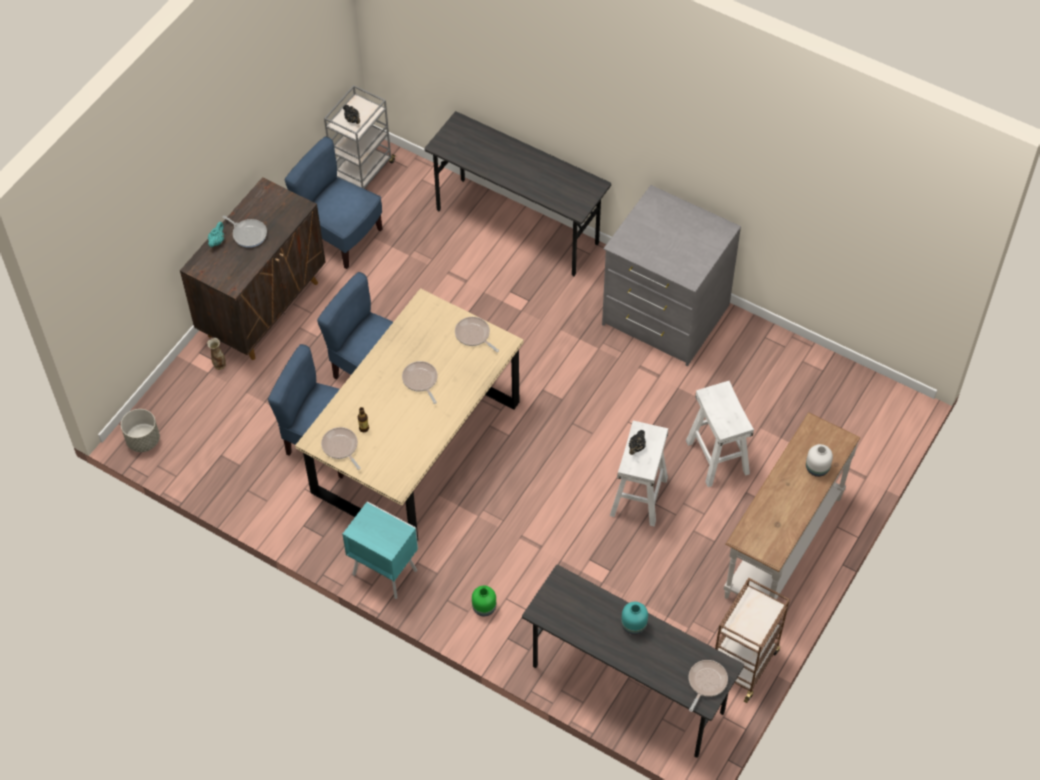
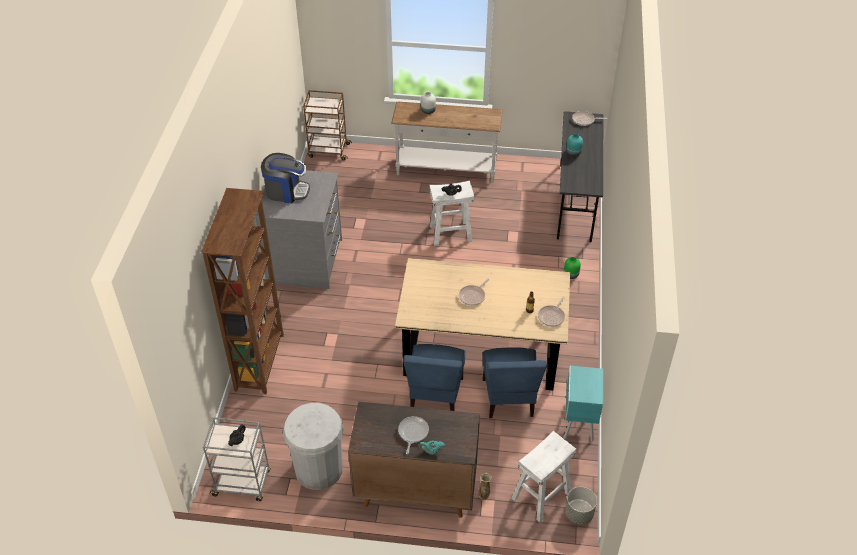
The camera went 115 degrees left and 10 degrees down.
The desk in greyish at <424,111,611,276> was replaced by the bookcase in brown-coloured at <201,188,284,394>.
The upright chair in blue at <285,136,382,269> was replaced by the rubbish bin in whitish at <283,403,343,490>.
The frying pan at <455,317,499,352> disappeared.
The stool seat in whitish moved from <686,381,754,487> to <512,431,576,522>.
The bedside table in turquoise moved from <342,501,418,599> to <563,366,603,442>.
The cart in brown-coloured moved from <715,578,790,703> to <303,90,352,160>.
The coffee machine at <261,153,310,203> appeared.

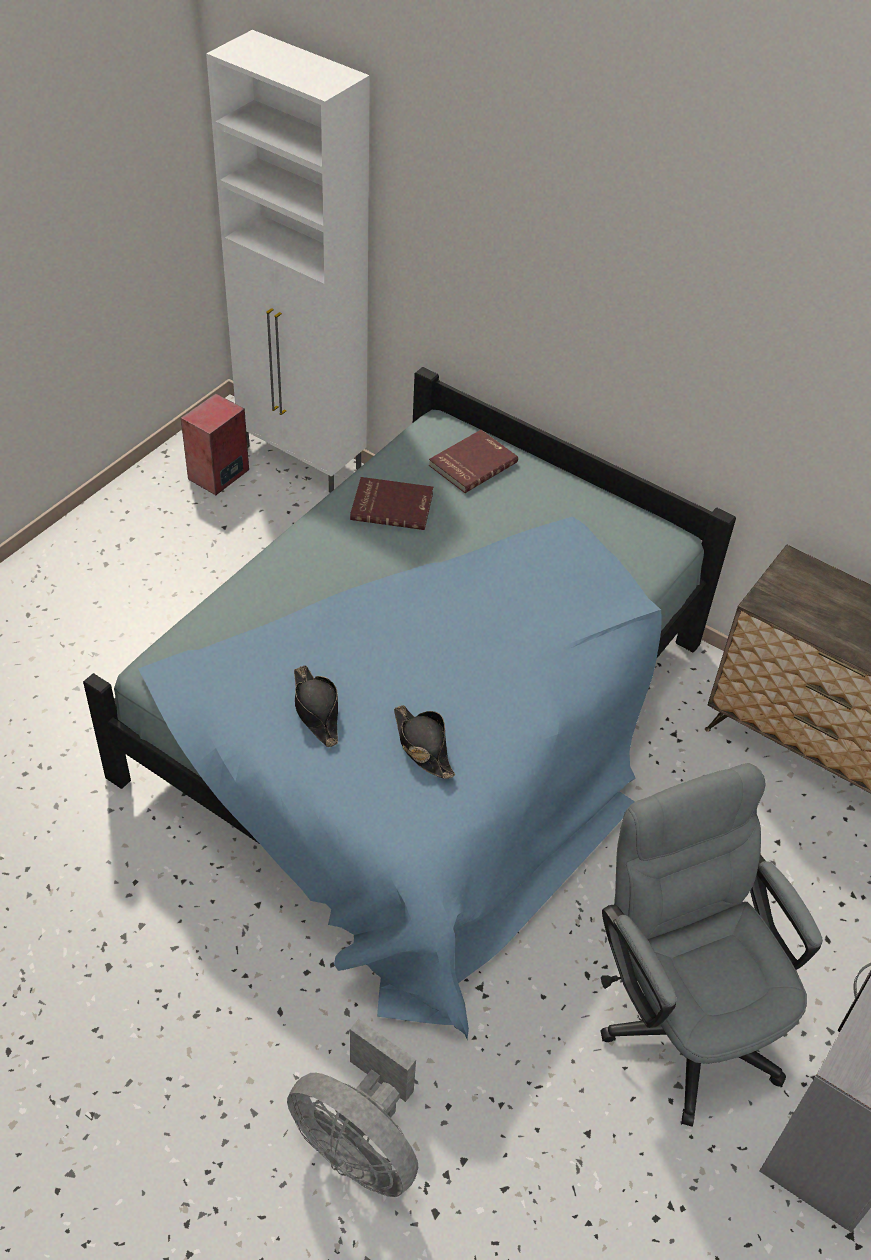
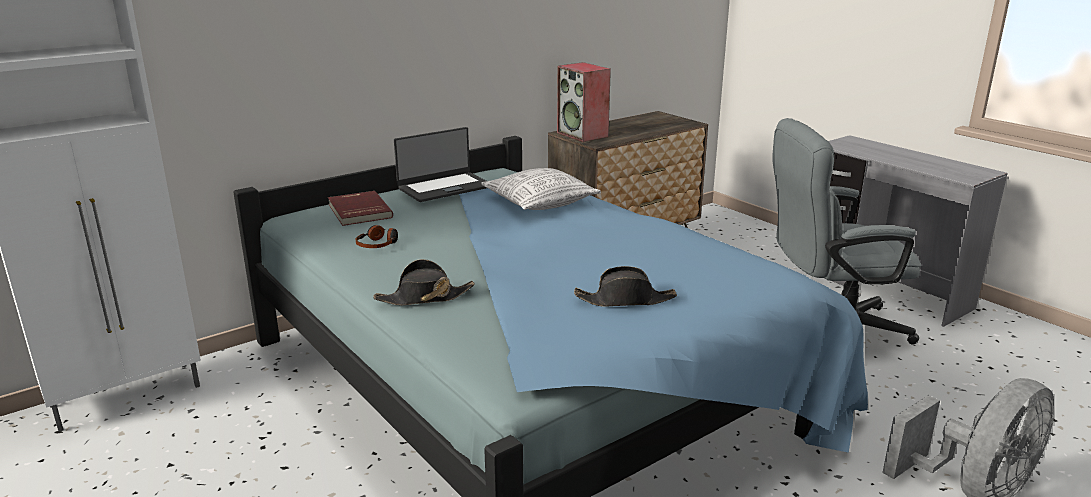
The camera went 70 degrees left and 25 degrees down.
The audio speaker moved from <181,393,249,495> to <557,62,611,142>.
The bound book in red-coloured at <350,477,433,530> was replaced by the pair of headphones at <356,225,398,248>.
The hat in blackish moved from <394,705,455,779> to <373,259,475,305>.
The notebook computer at <394,127,487,202> appeared.
The cushion at <481,168,601,210> appeared.

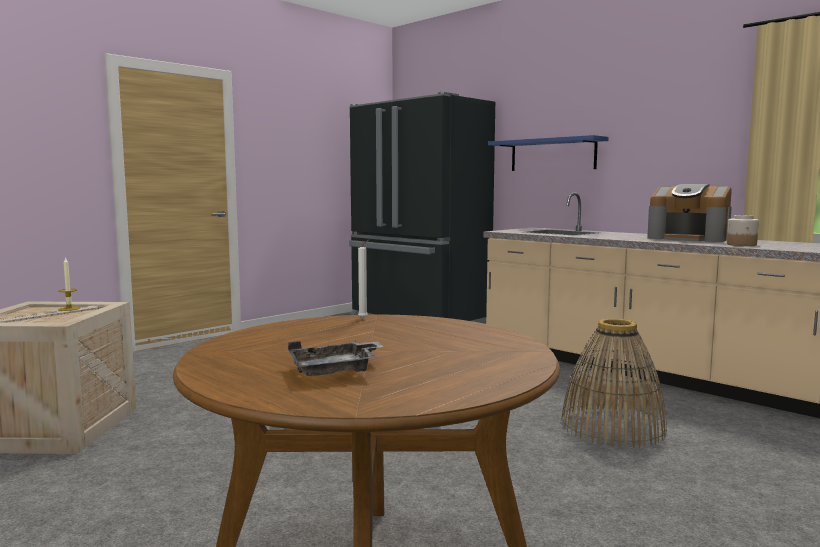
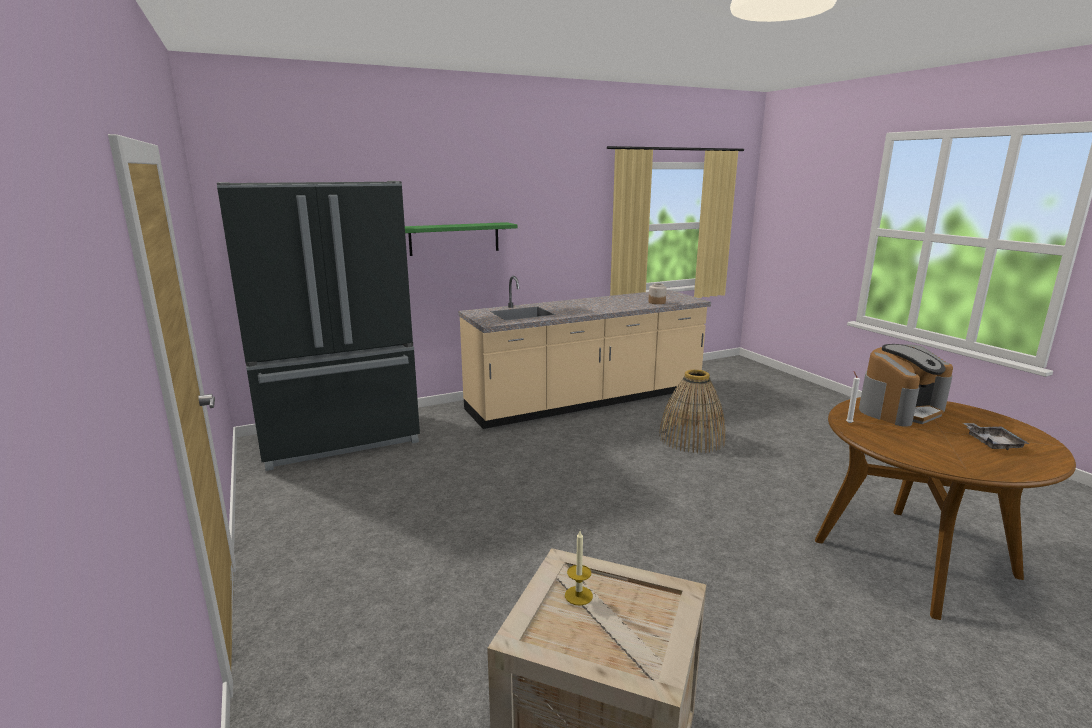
The camera went 70 degrees left and 10 degrees up.
The wall shelf in blue at <488,135,609,171> became the wall shelf in green-coloured at <405,222,517,256>.
The coffee machine moved from <647,184,732,242> to <859,344,953,427>.

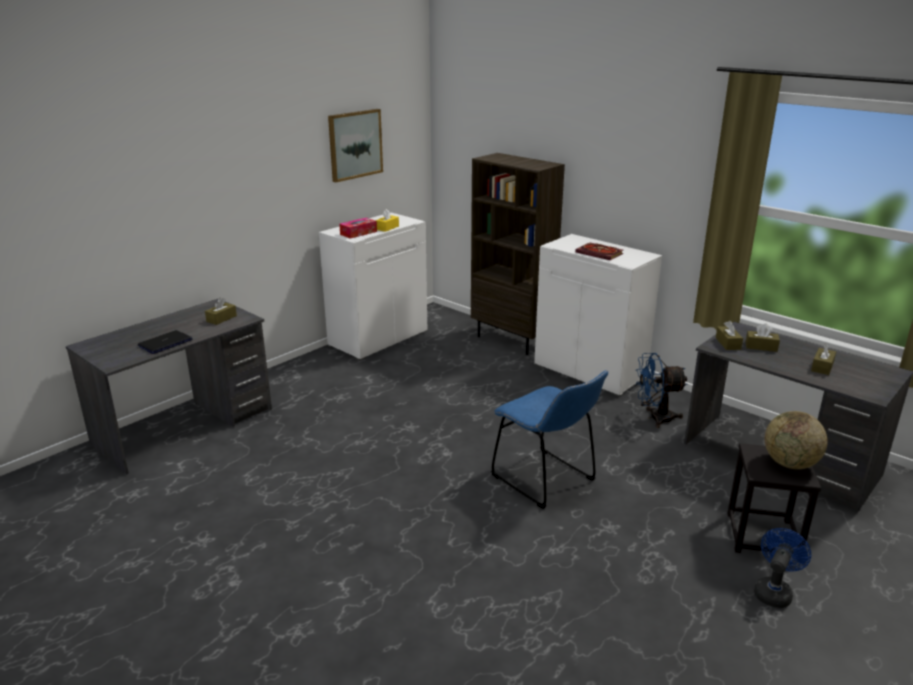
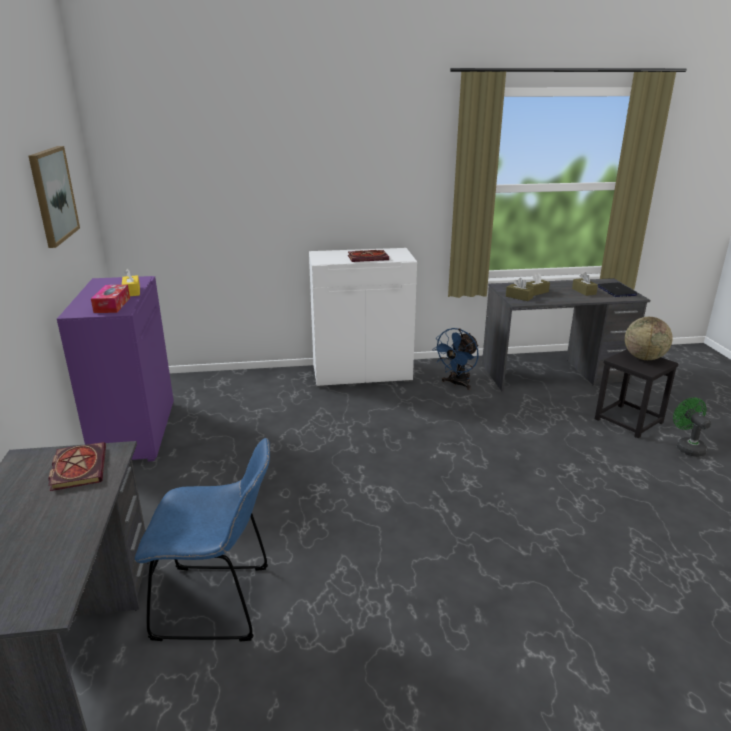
The camera went 50 degrees left and 0 degrees up.
The bookcase in brown-coloured at <471,153,565,355> disappeared.
The cabinet in whitish at <319,213,427,361> became the cabinet in purplish at <57,276,174,461>.
The tissue holder in brown-coloured at <205,298,237,325> was replaced by the bound book at <48,442,106,491>.
The notebook computer moved from <138,330,193,354> to <598,282,638,297>.
The upright chair in blue moved from <491,370,608,509> to <135,438,270,642>.
The cooling fan in blue at <754,528,811,608> became the cooling fan in green-coloured at <673,397,711,457>.

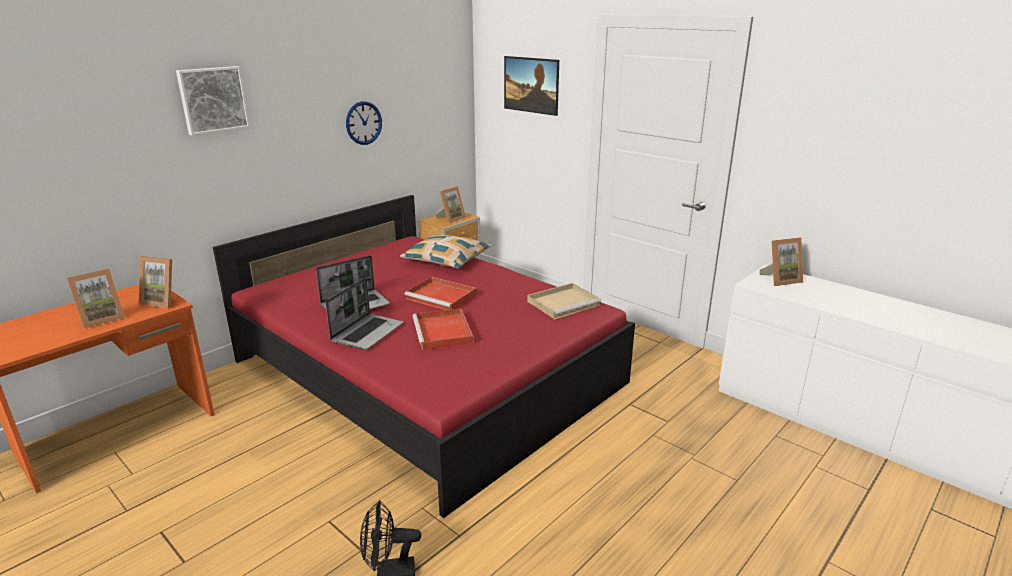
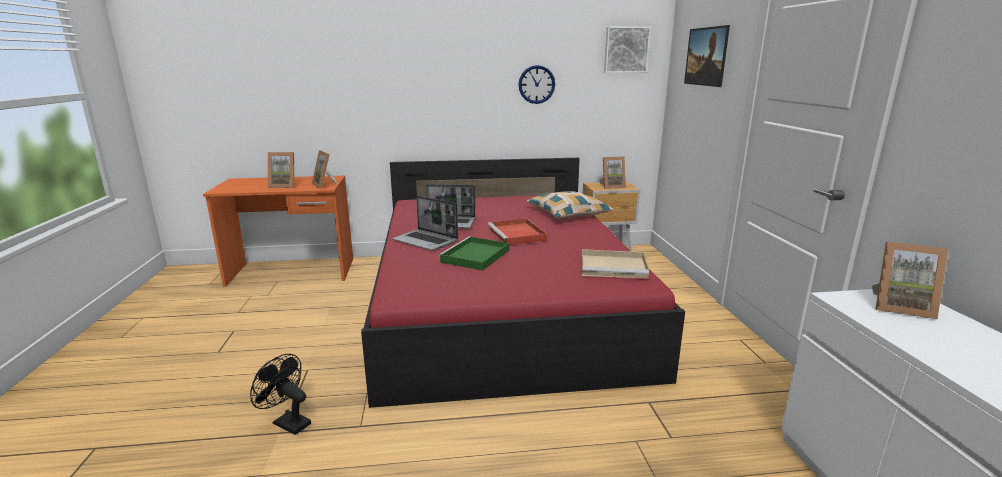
The camera went 40 degrees right and 5 degrees down.
The picture moved from <176,66,250,135> to <604,26,651,73>.
The notebook computer at <325,278,403,350> turned 60 degrees clockwise.
The tray in red-coloured at <413,308,474,350> became the tray in green-coloured at <438,236,510,271>.

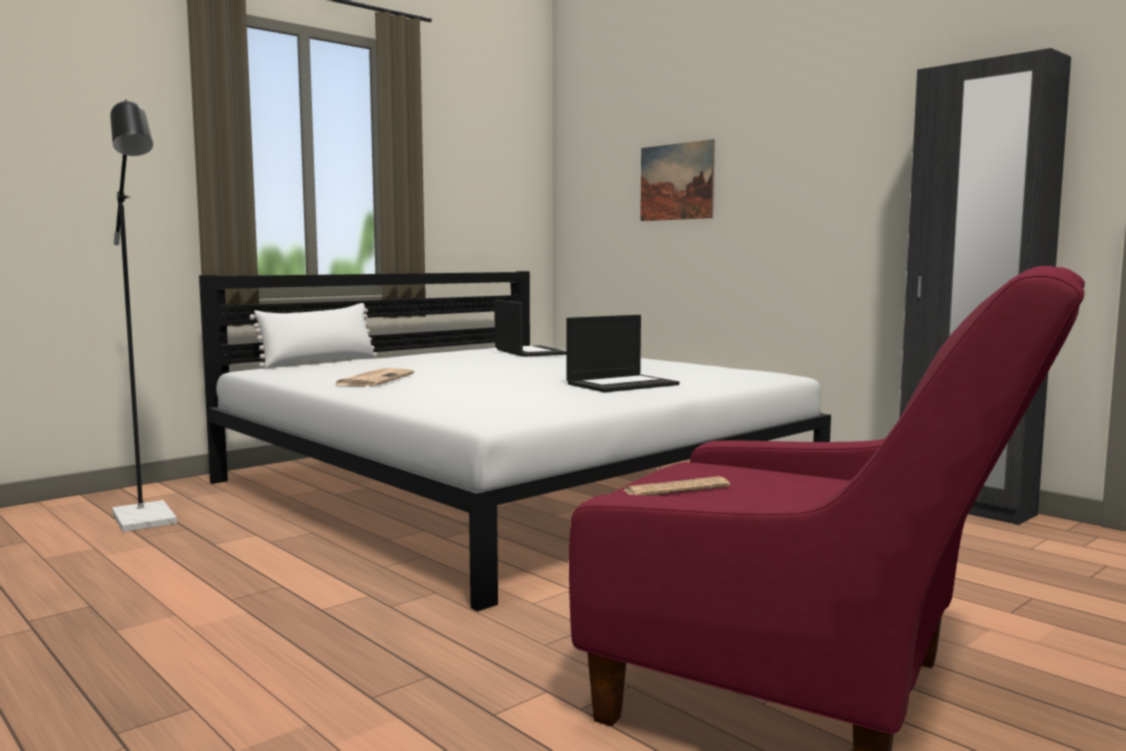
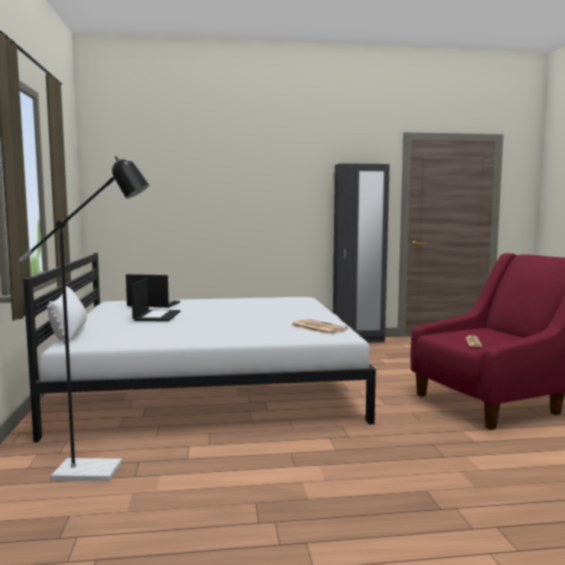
The camera went 55 degrees left and 0 degrees up.
The picture at <640,139,715,221> disappeared.
The notebook computer moved from <567,315,679,392> to <131,278,180,321>.
The newspaper moved from <334,368,414,387> to <291,319,348,334>.

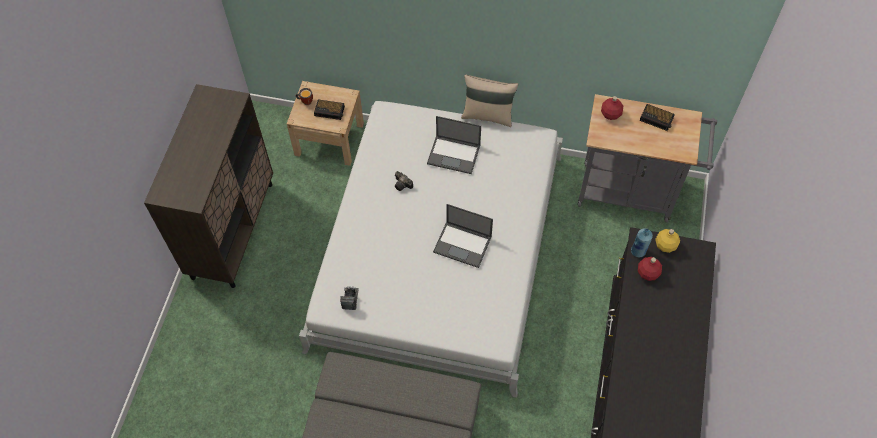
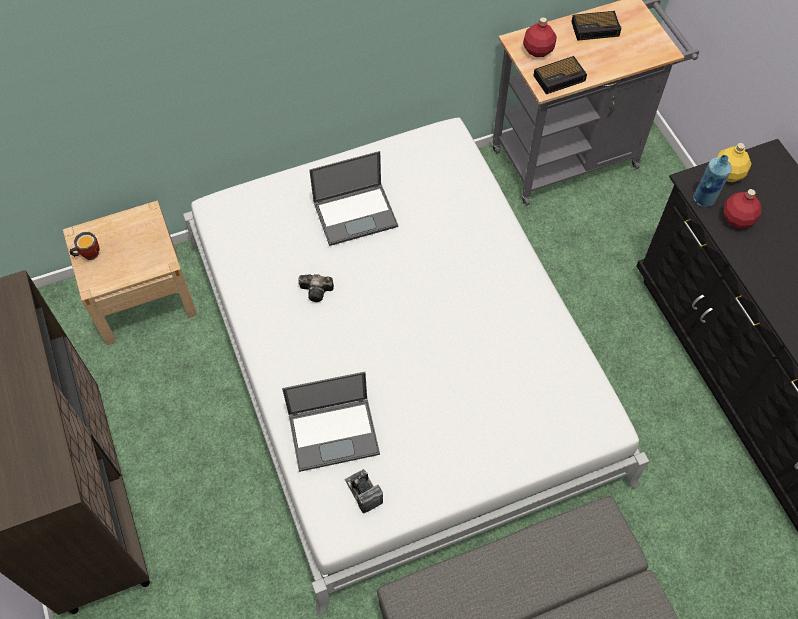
The camera went 35 degrees left and 0 degrees up.
The cushion in beige at <461,75,518,127> disappeared.
The table clock moved from <314,100,345,120> to <533,56,587,94>.
The notebook computer moved from <433,204,493,268> to <282,372,380,472>.

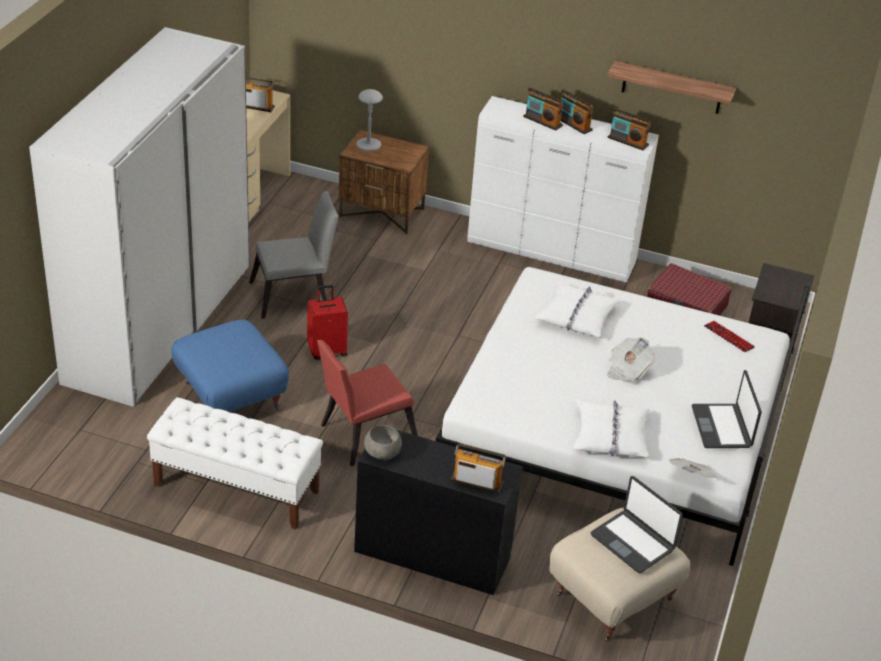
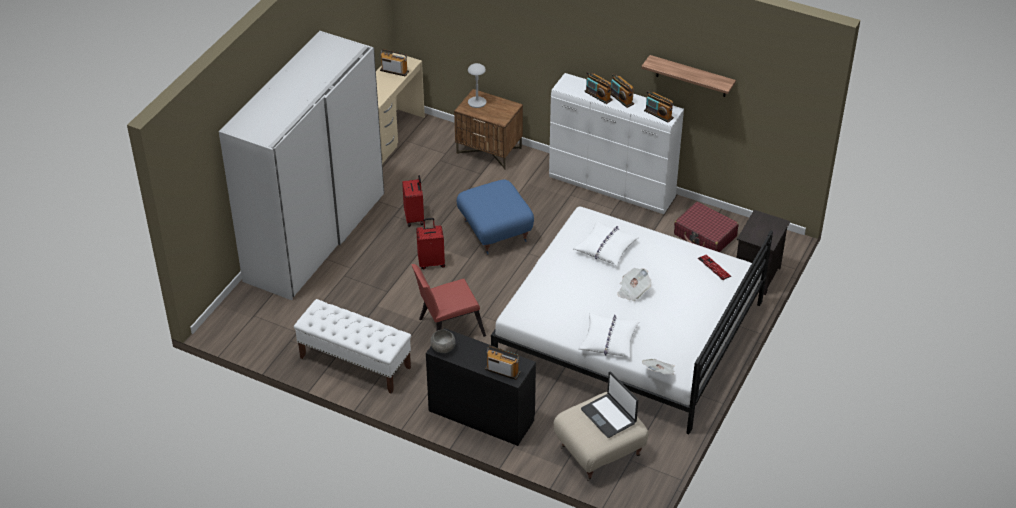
The camera went 10 degrees right and 5 degrees up.
The upright chair in greyish at <249,191,339,319> was replaced by the travel case in red-coloured at <402,175,424,227>.
The pouffe in blue moved from <171,320,289,412> to <457,180,534,254>.
The notebook computer at <692,370,762,448> disappeared.

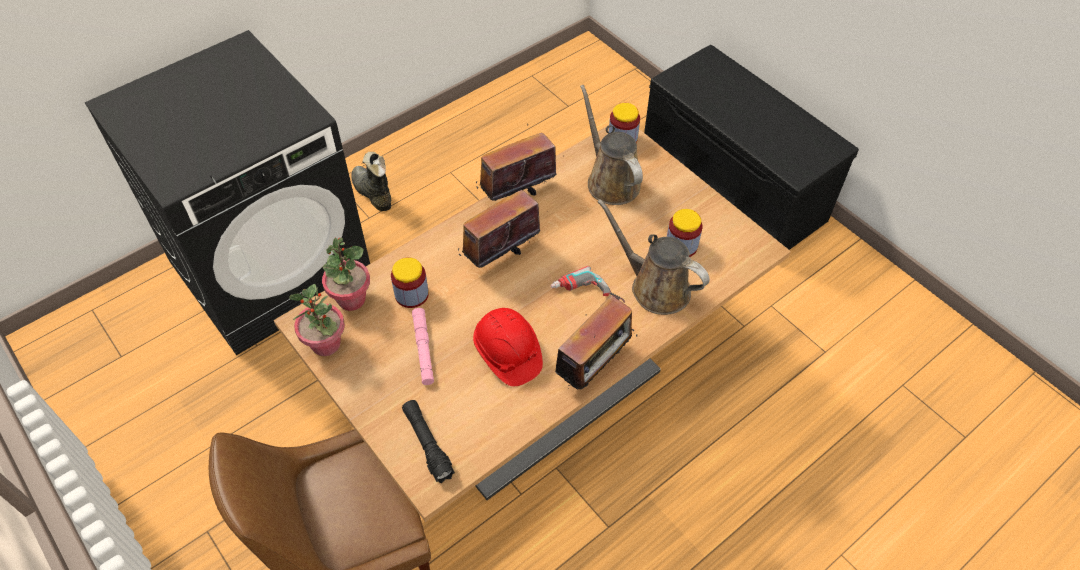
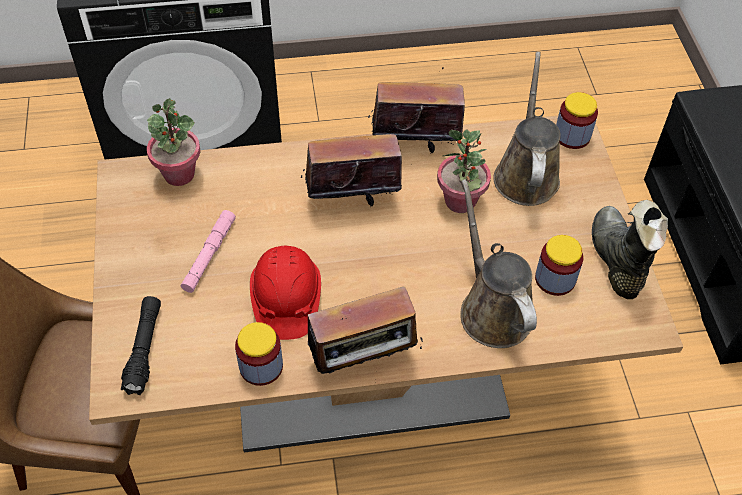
The camera went 30 degrees right and 0 degrees up.
The tall boot in blackish moved from <351,152,391,211> to <592,200,668,299>.
The preserve jar moved from <391,257,429,308> to <235,322,283,386>.
The electric drill at <550,266,625,303> disappeared.
The plant in a pot moved from <289,284,345,356> to <437,129,491,213>.

